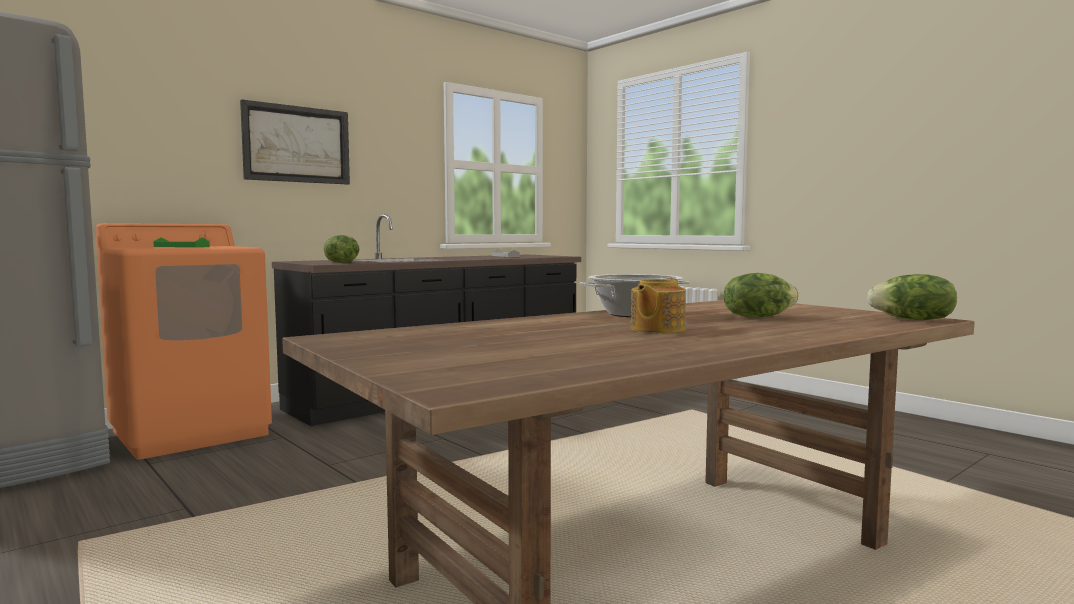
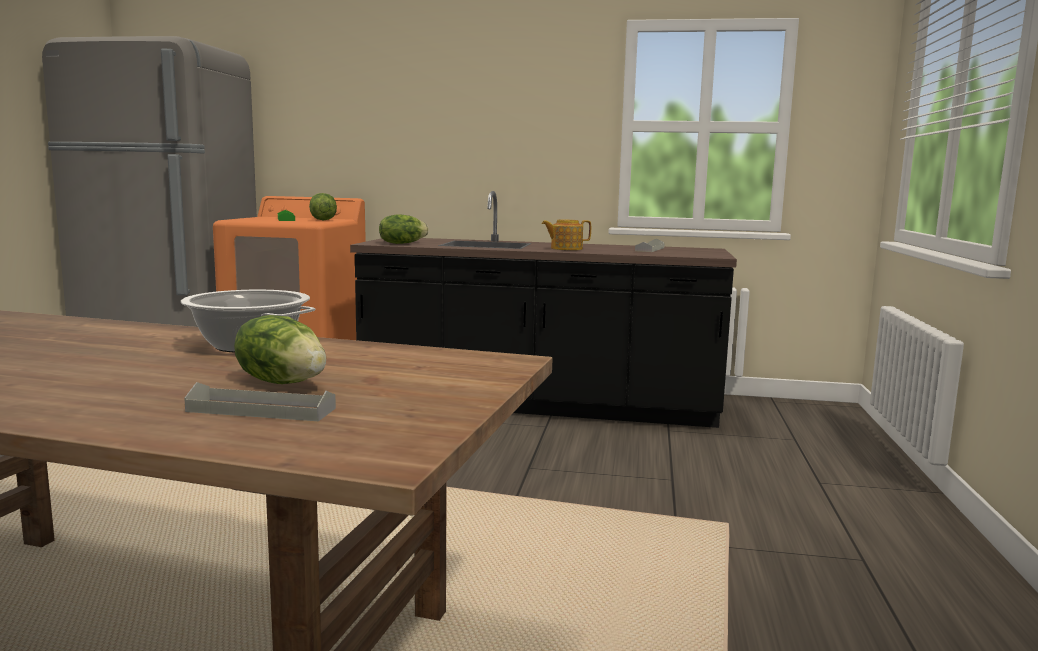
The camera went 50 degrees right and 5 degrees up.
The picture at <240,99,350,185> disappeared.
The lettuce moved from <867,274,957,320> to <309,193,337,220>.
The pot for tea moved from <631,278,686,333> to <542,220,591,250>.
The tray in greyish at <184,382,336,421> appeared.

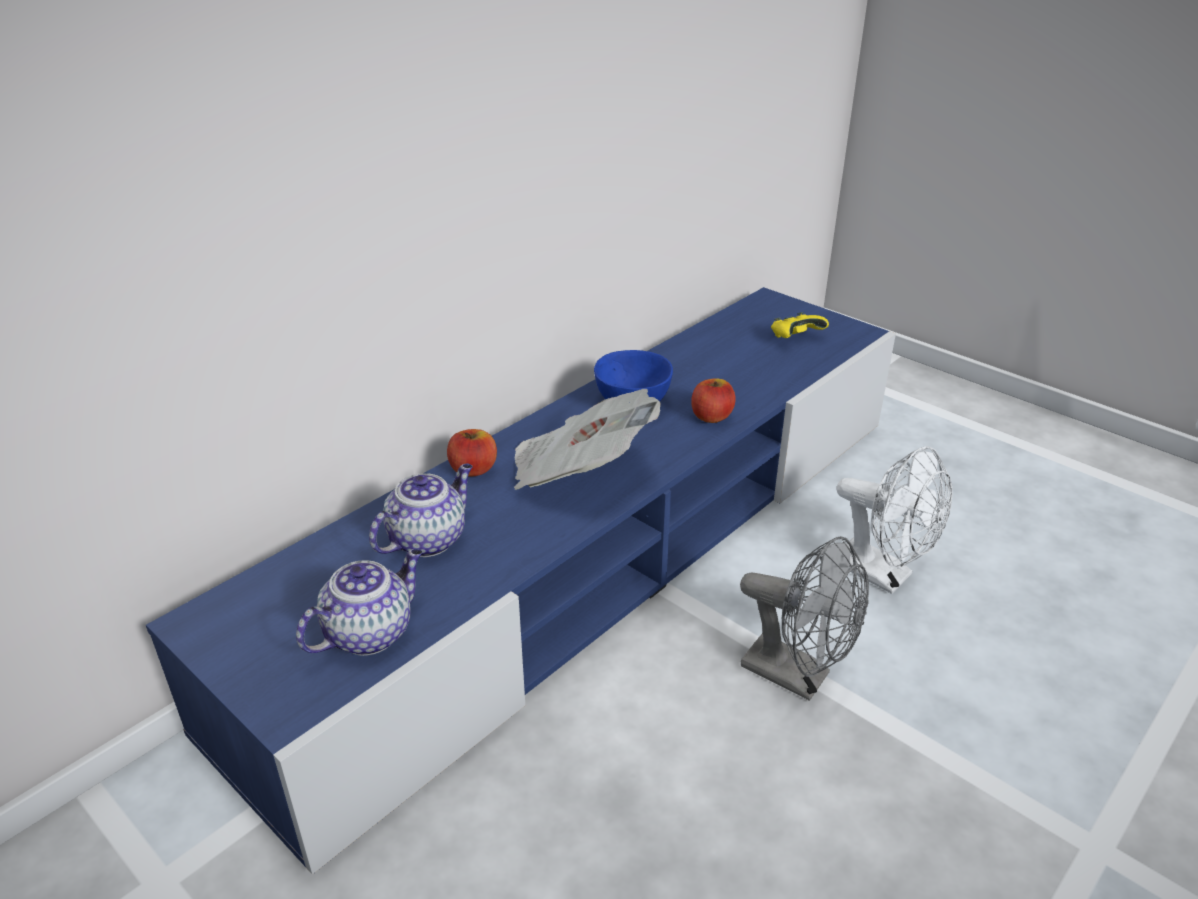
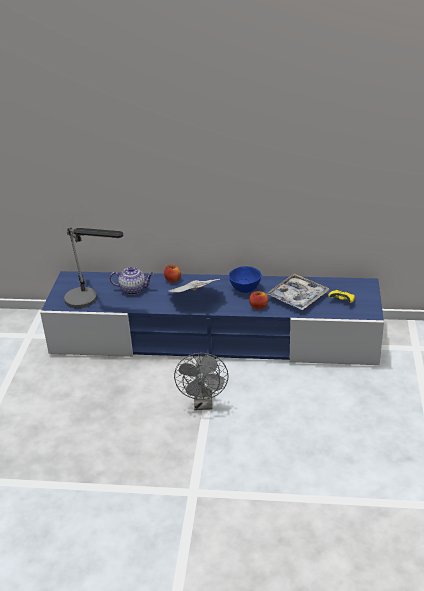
The camera went 55 degrees right and 0 degrees up.
The cooling fan in whitish at <837,446,953,594> disappeared.
The pot for tea at <296,548,422,656> was replaced by the table lamp at <64,227,123,308>.
The tray at <266,274,329,310> appeared.

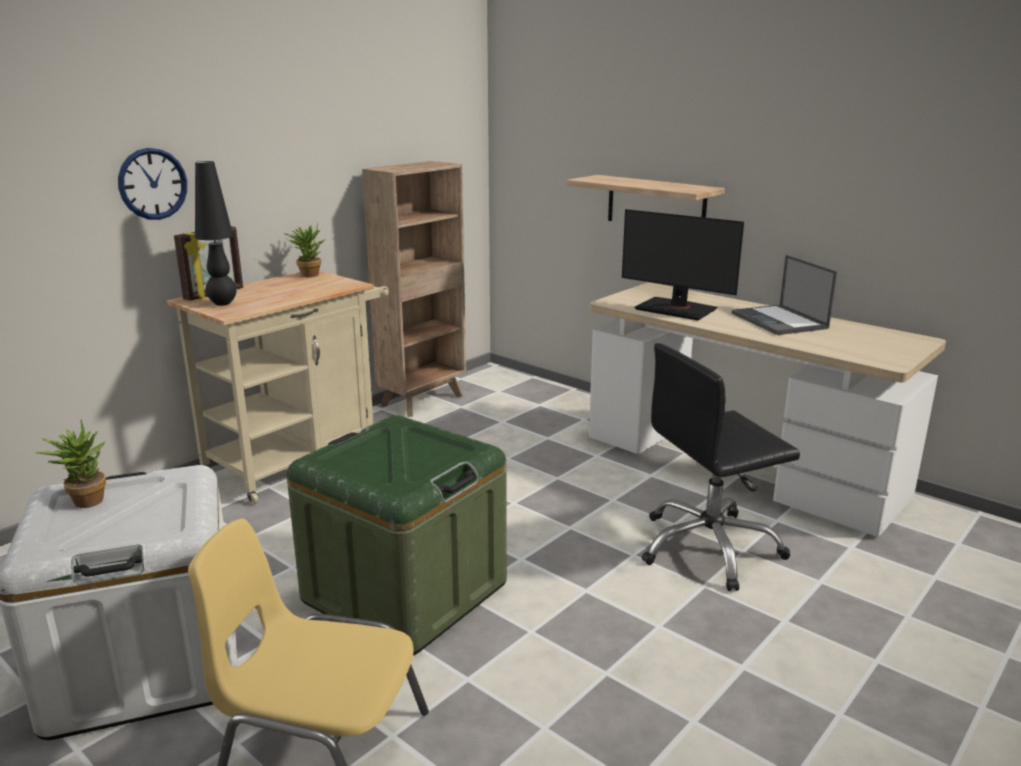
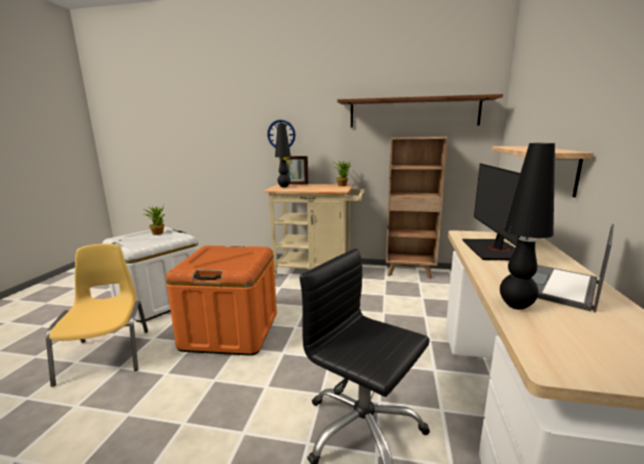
The camera went 60 degrees right and 5 degrees down.
The storage container in green-coloured at <287,415,507,655> became the storage container in orangey at <166,245,277,356>.
The wall shelf in brown-coloured at <337,94,503,127> appeared.
The table lamp in blackish at <500,143,555,310> appeared.

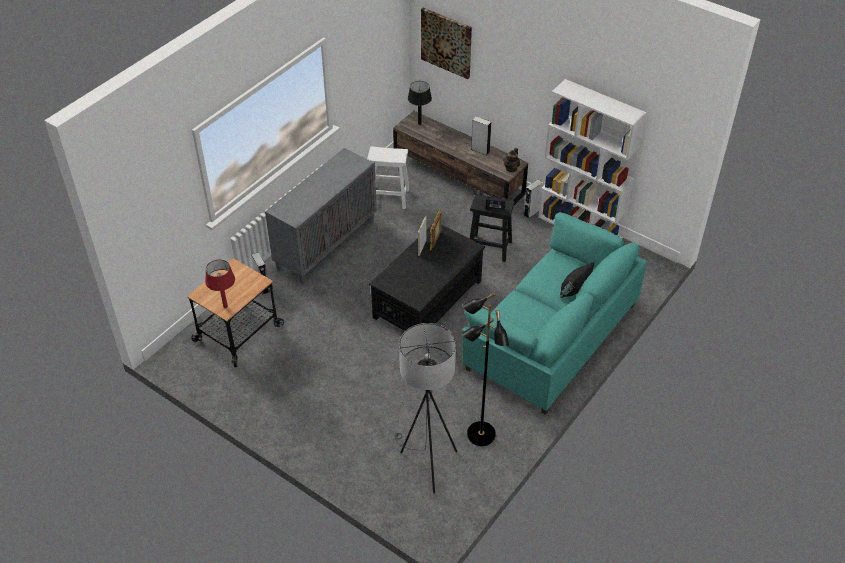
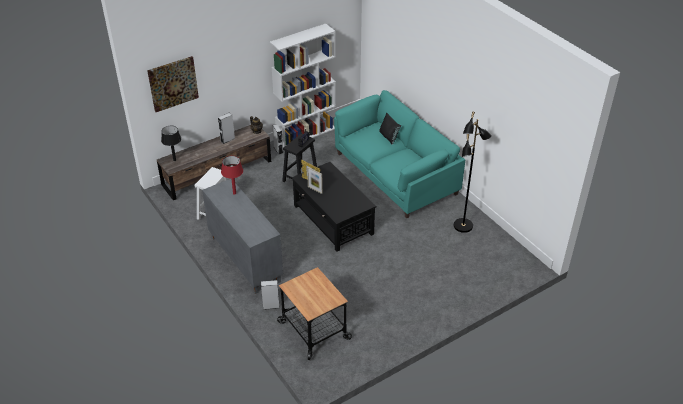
The camera went 70 degrees left and 5 degrees down.
The table lamp in red-coloured moved from <205,260,235,308> to <221,156,243,195>.
The standing lamp in greyish at <394,323,457,493> disappeared.

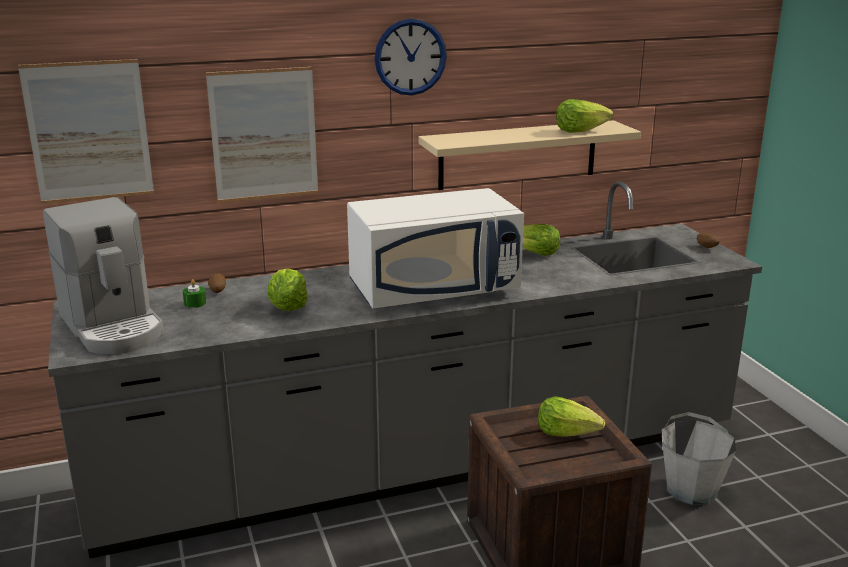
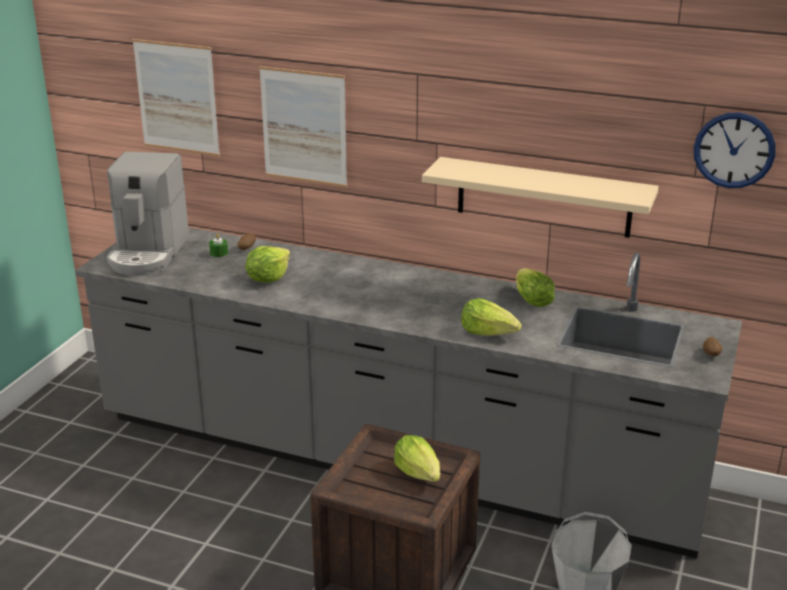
The camera went 40 degrees right and 5 degrees up.
The clock on the wall moved from <374,19,447,96> to <694,112,776,188>.
The lettuce moved from <556,99,613,133> to <461,298,522,336>.
The kitchen microwave in whitish at <347,188,524,309> disappeared.

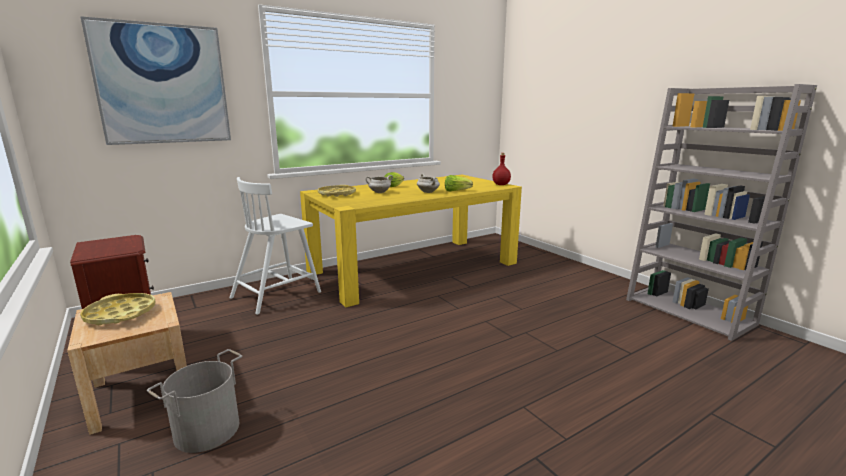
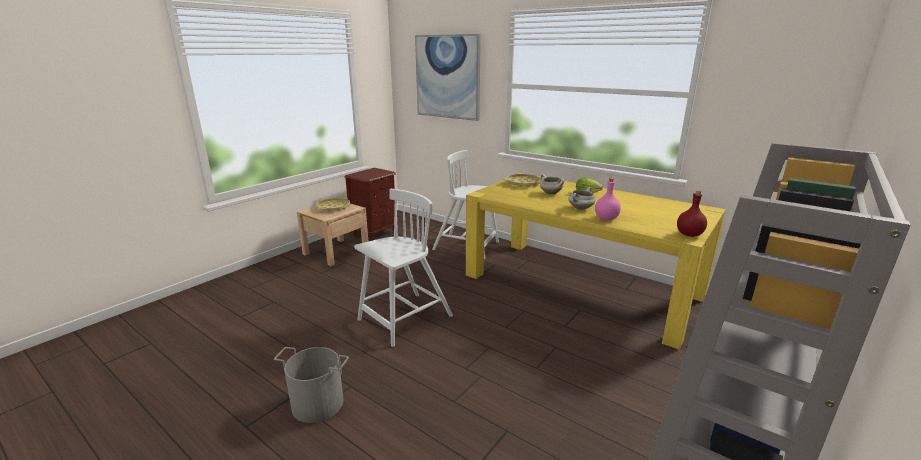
The camera went 70 degrees right and 5 degrees up.
The lettuce at <445,175,473,191> was replaced by the bottle in pink at <595,178,621,220>.
The bucket in greyish moved from <147,349,242,453> to <274,347,349,423>.
The upright chair in whitish at <354,189,453,347> appeared.

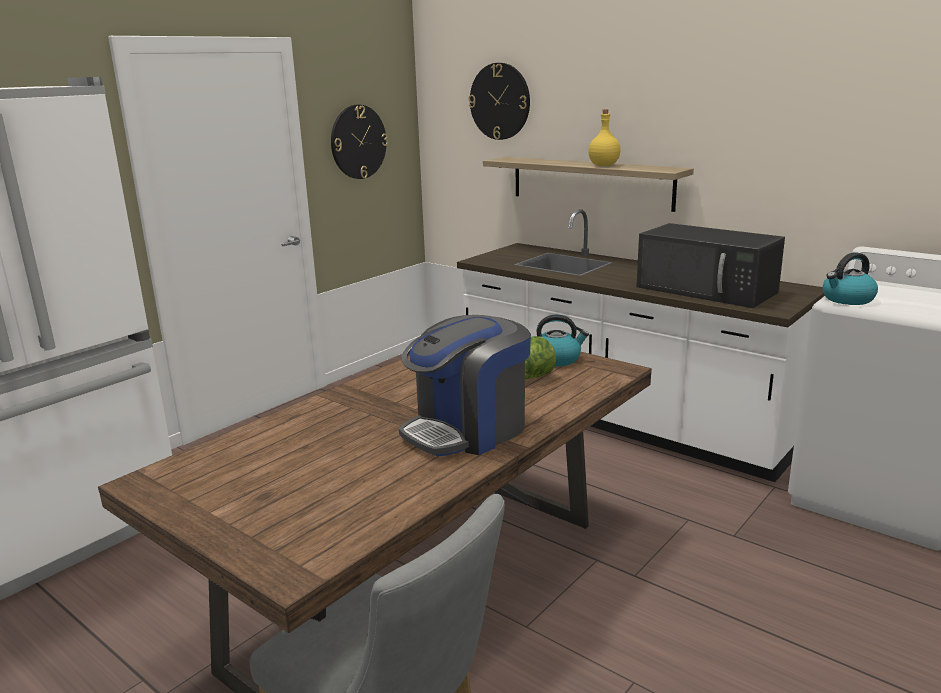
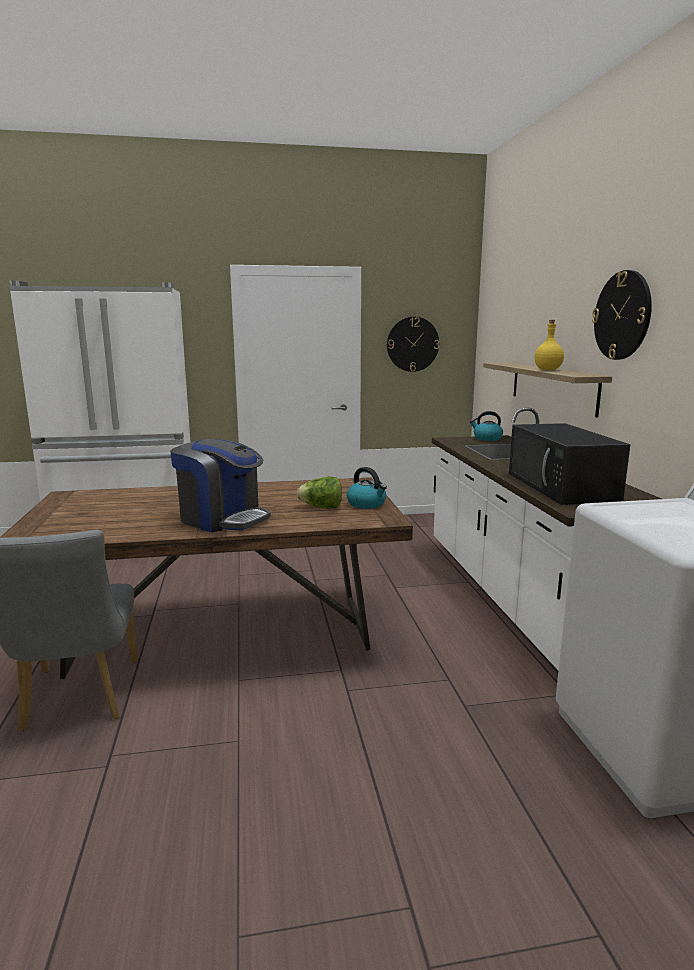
The camera went 40 degrees right and 5 degrees down.
The clock on the wall moved from <469,63,530,140> to <592,270,652,360>.
The kettle moved from <822,252,878,305> to <470,411,503,441>.
The coffee machine at <399,315,531,456> turned 150 degrees counterclockwise.

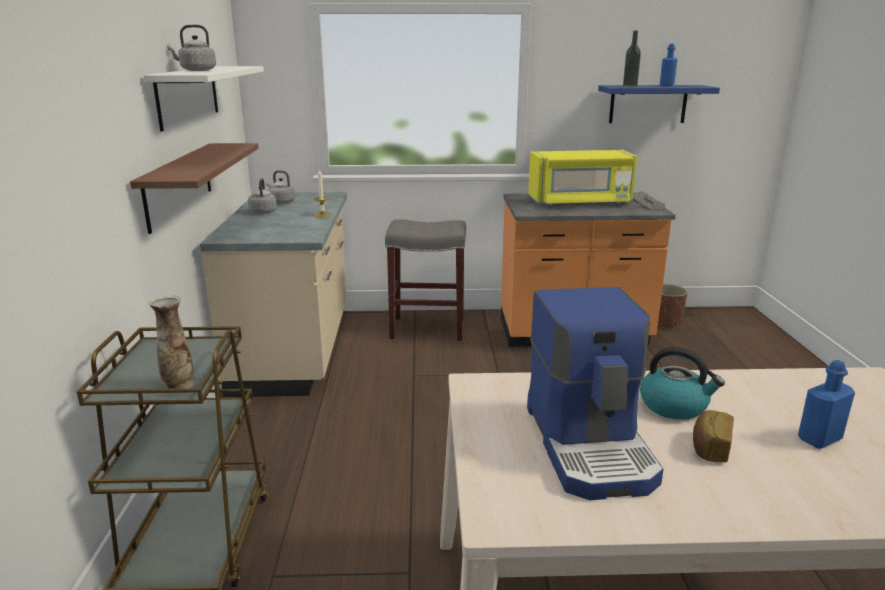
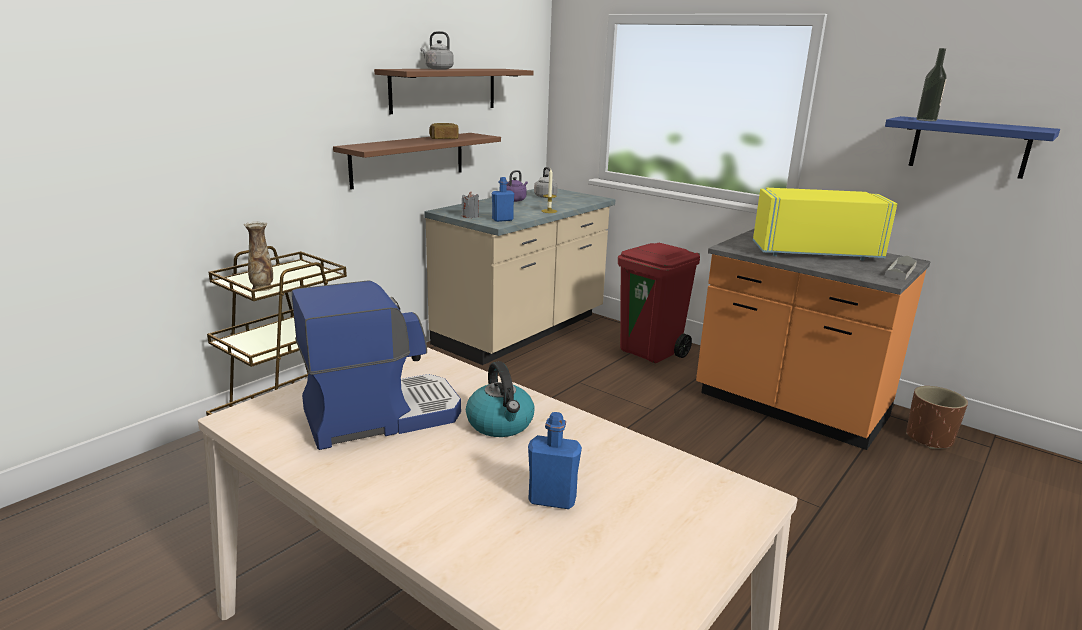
The camera went 40 degrees right and 0 degrees up.
The bottle in blue moved from <660,44,677,86> to <492,177,514,222>.
The wall shelf in whitish at <144,66,264,131> became the wall shelf in brown-coloured at <374,69,534,114>.
The kitchen microwave in yellow-coloured at <528,150,638,206> turned 150 degrees clockwise.
The kettle in greyish at <248,178,277,214> became the kettle in purplish at <506,170,528,202>.
The stool seat in greyish at <385,220,466,341> was replaced by the rubbish bin in red-coloured at <618,243,700,363>.
The coffee machine at <527,287,664,500> turned 150 degrees counterclockwise.
The baked bread moved from <693,410,734,462> to <429,123,458,139>.
The wax candle in greyish at <462,192,479,218> appeared.

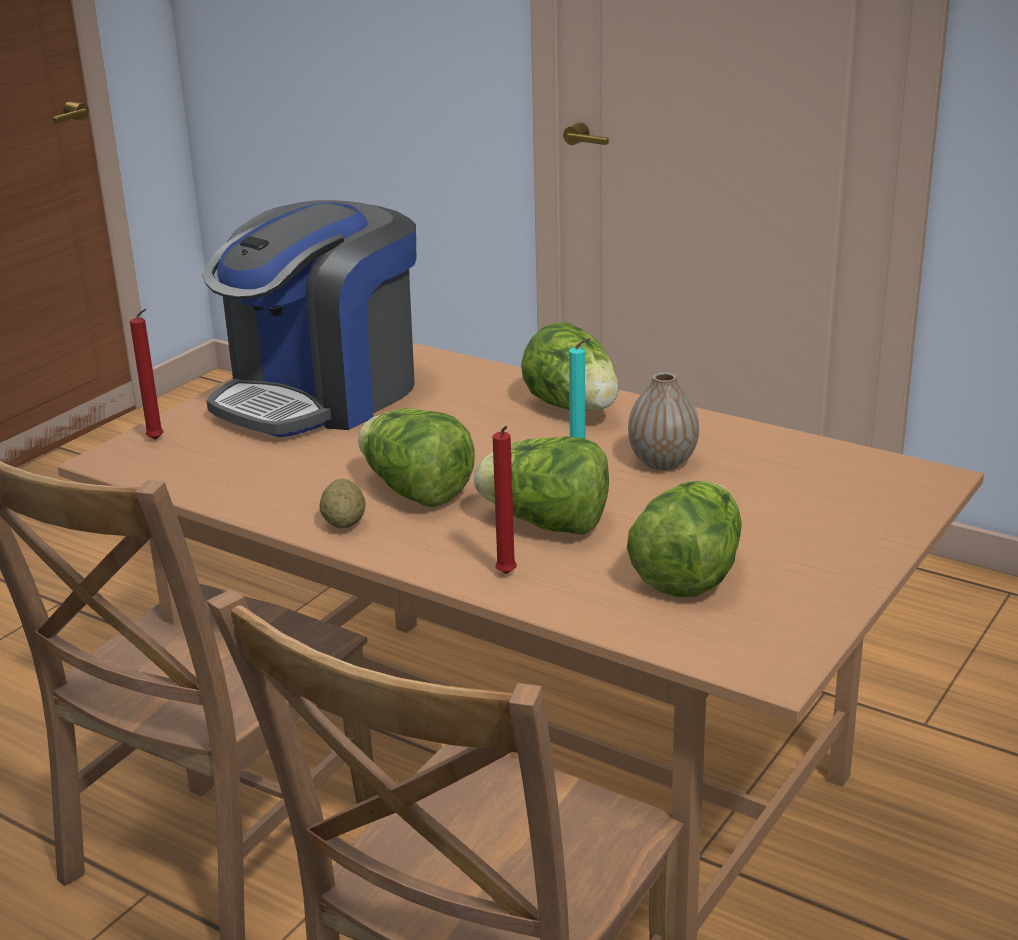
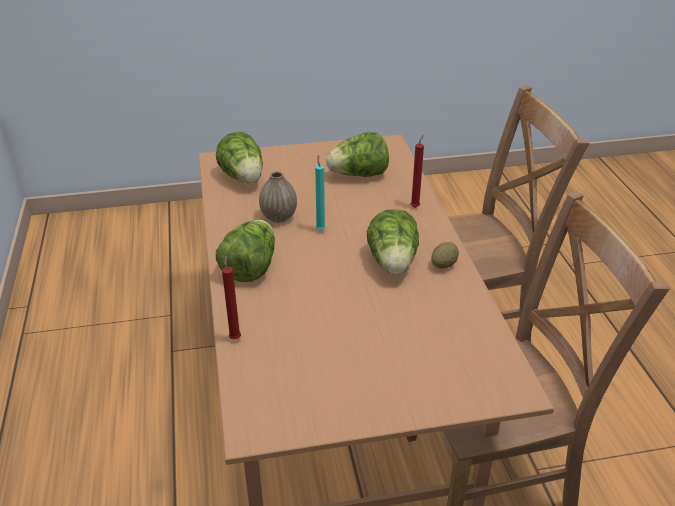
The camera went 135 degrees left and 10 degrees up.
The coffee machine at <202,200,416,437> disappeared.
The wax candle in red-coloured moved from <130,309,164,440> to <222,255,241,340>.
The lettuce moved from <474,437,609,534> to <216,132,263,183>.

